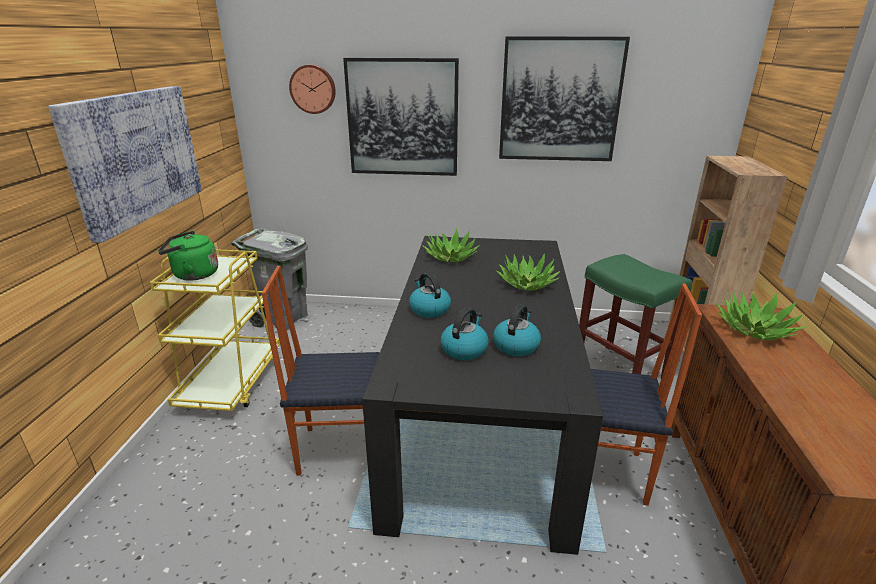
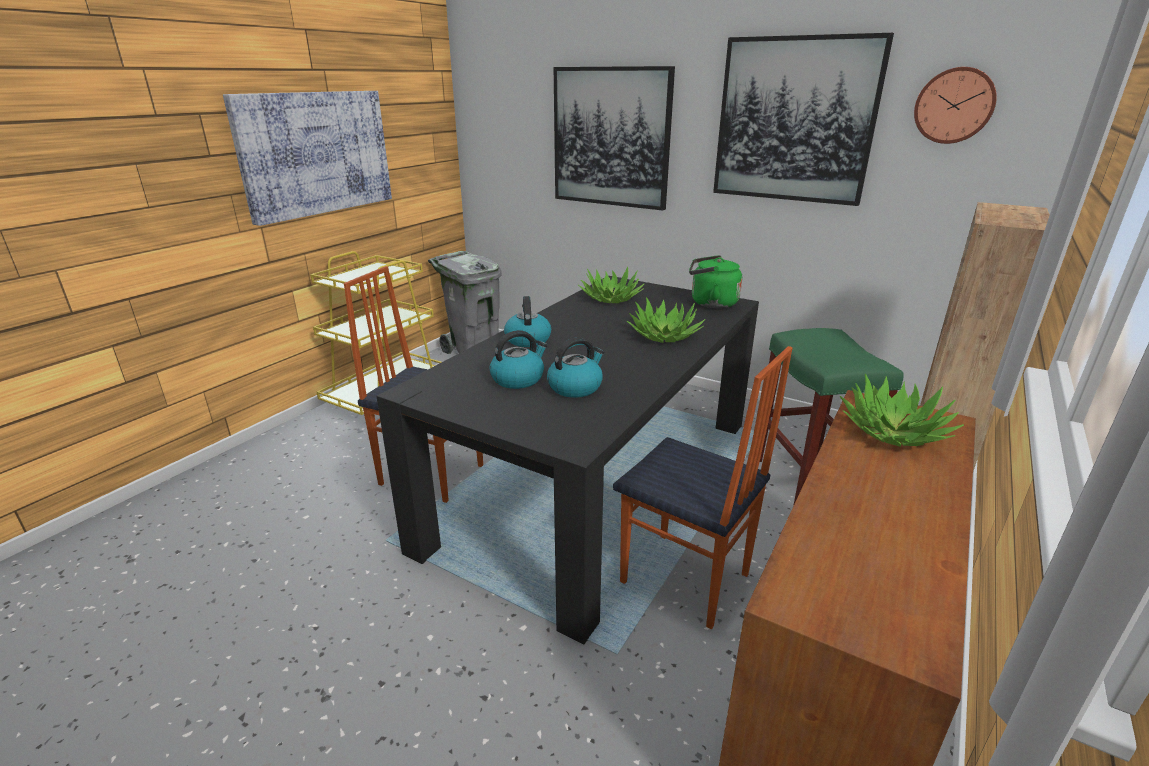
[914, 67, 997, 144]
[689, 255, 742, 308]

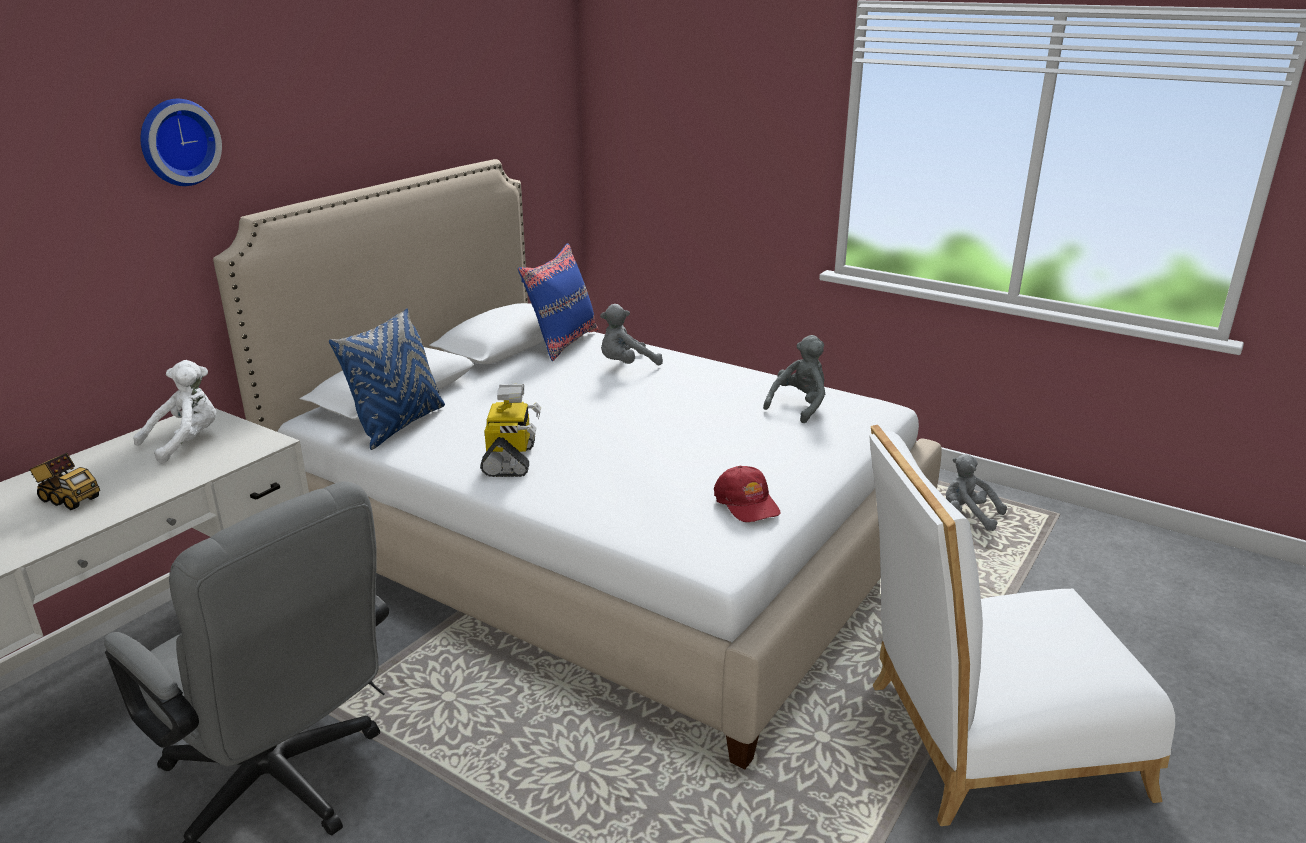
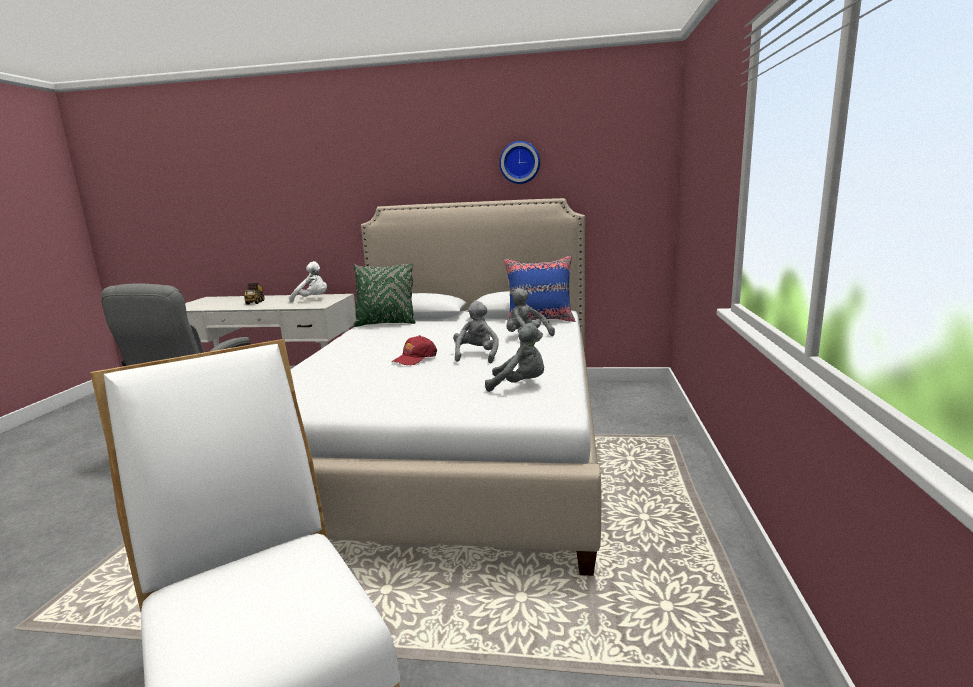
[499, 141, 540, 184]
[353, 263, 416, 327]
[480, 384, 541, 477] (first image)
[453, 301, 499, 363]
[393, 335, 437, 365]

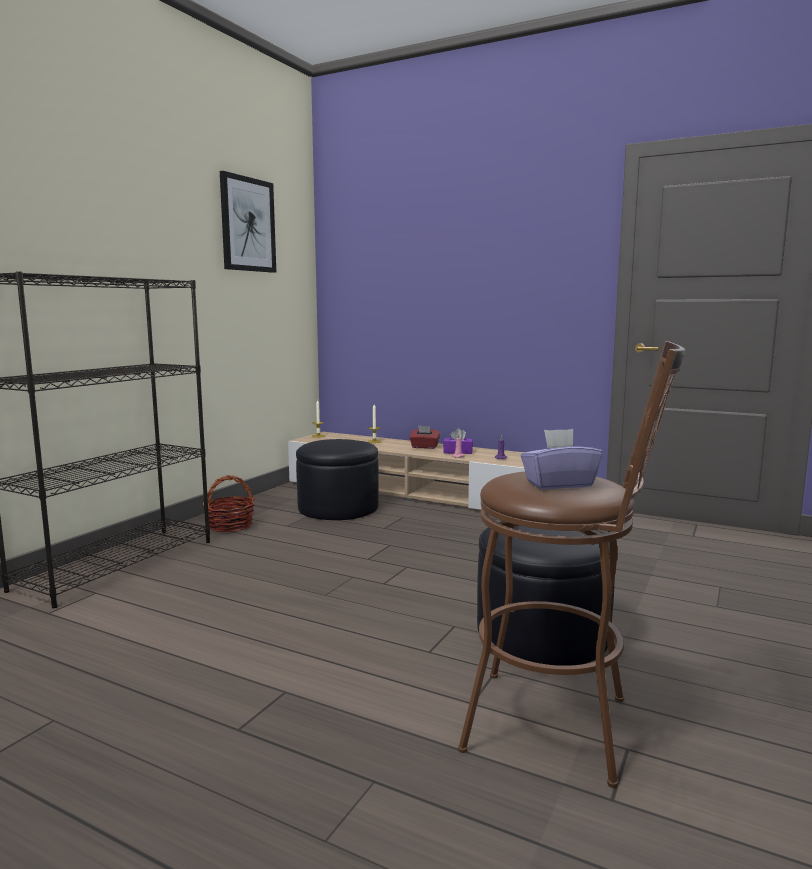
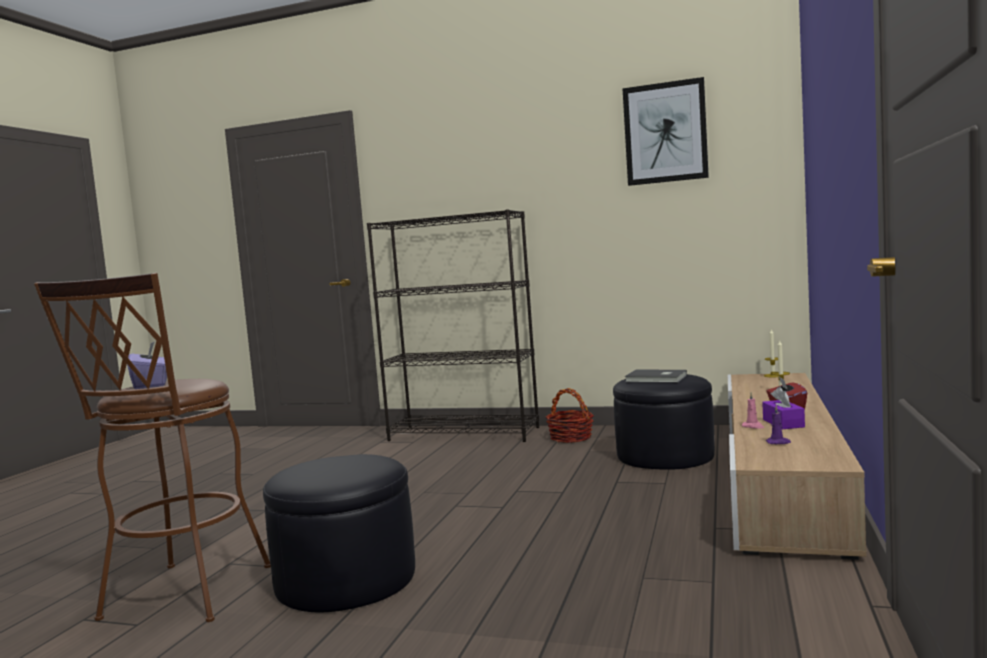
[625, 370, 687, 383]

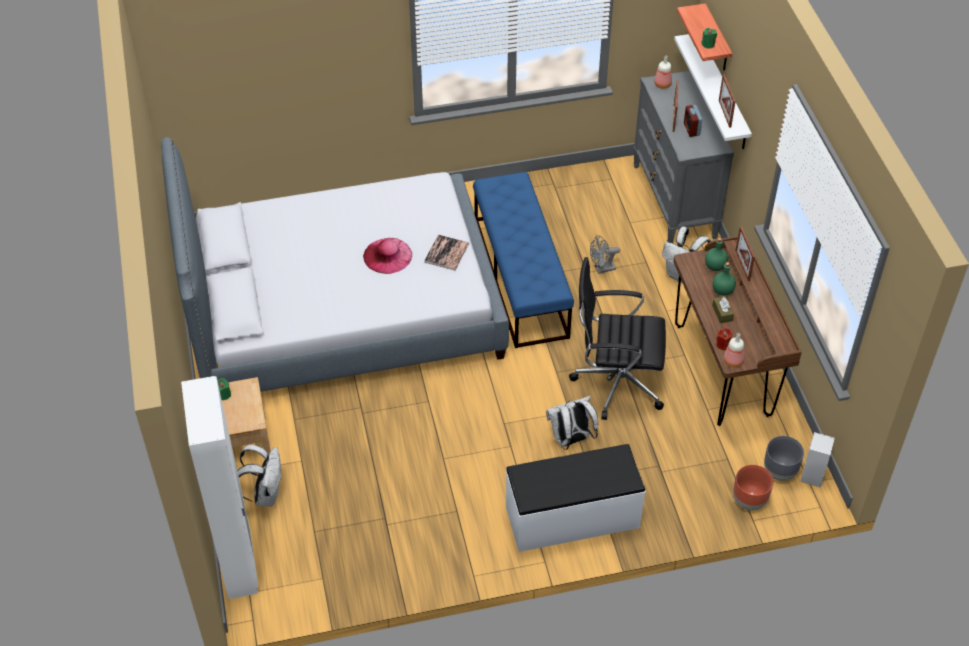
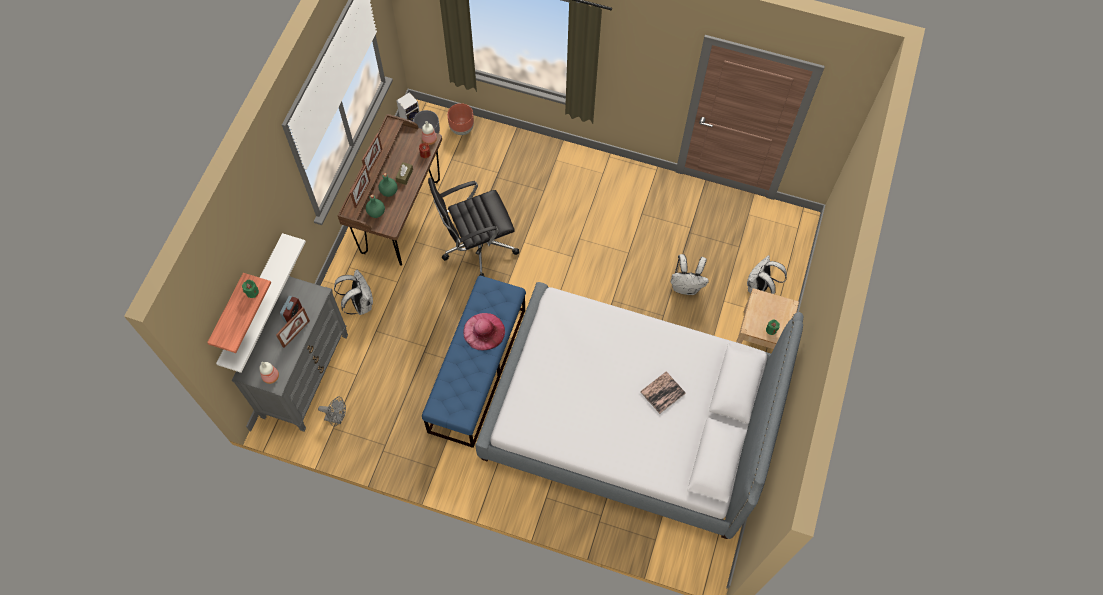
[362, 133, 382, 173]
[640, 372, 686, 414]
[318, 397, 346, 426]
[463, 313, 505, 350]
[428, 177, 519, 277]
[181, 376, 259, 599] (first image)
[670, 254, 709, 295]
[506, 444, 646, 552] (first image)

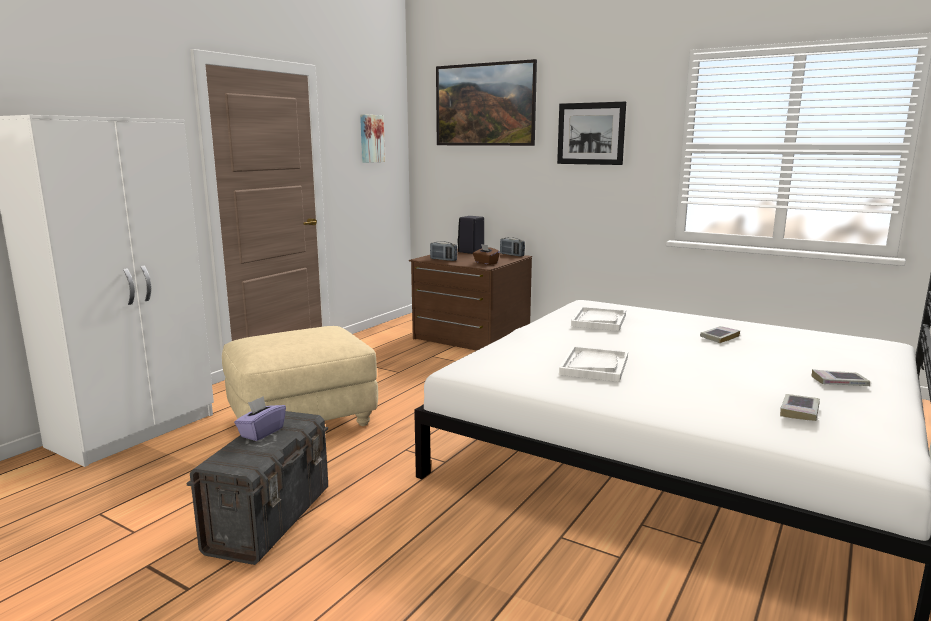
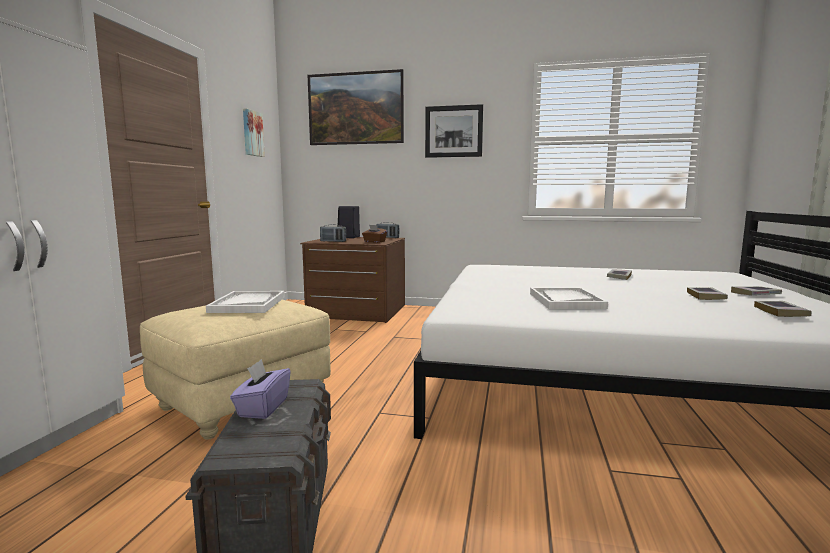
[206, 291, 285, 313]
[687, 287, 728, 300]

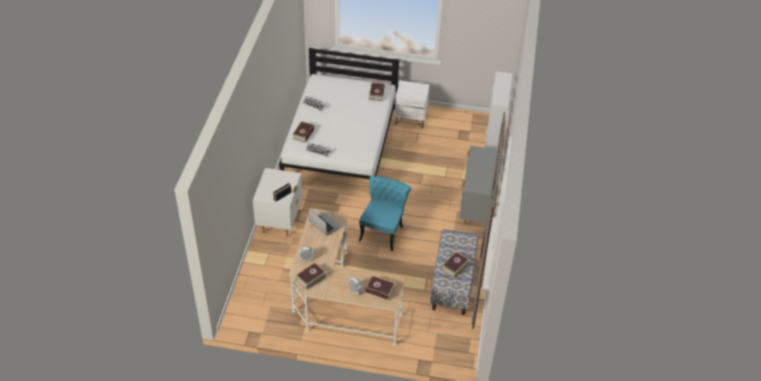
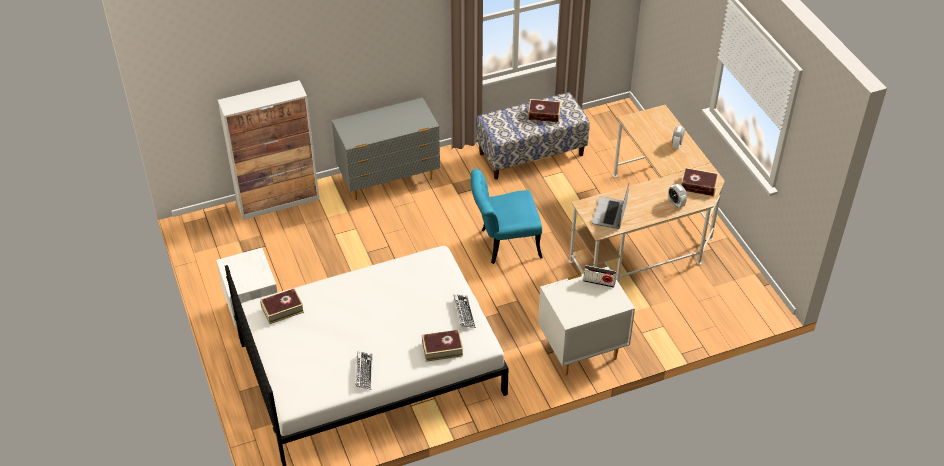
[365, 275, 395, 300] (first image)

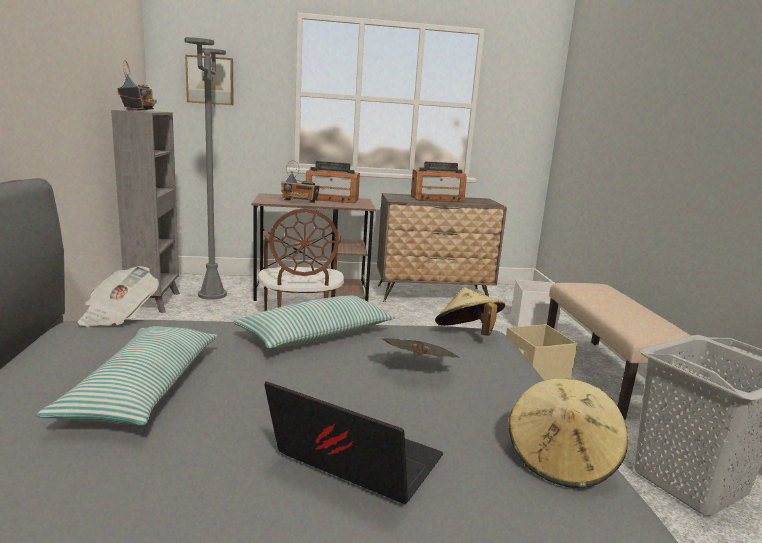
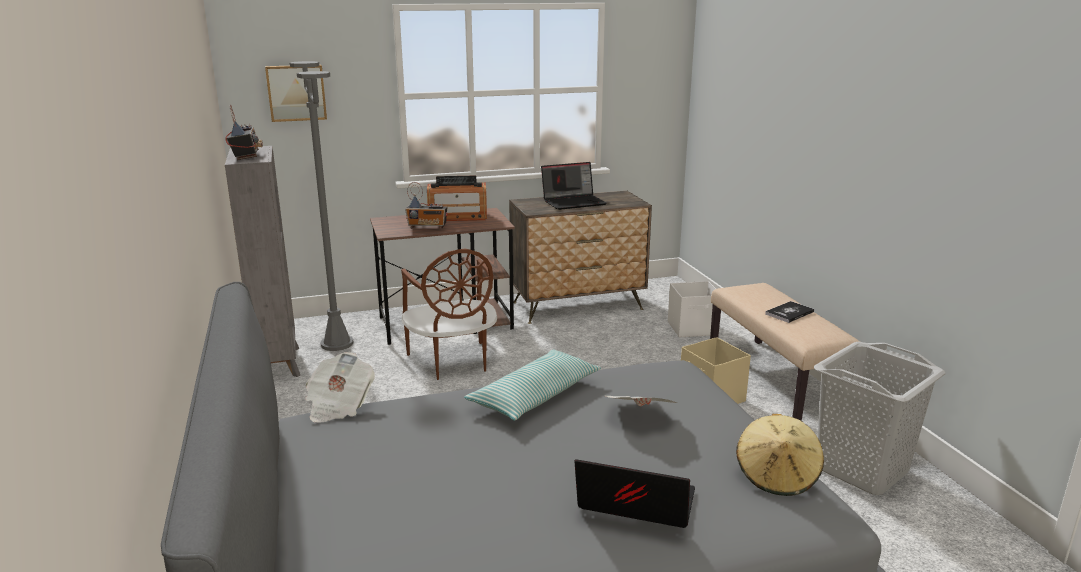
[541, 162, 607, 210]
[435, 287, 505, 336] (first image)
[36, 326, 218, 426] (first image)
[765, 301, 814, 323]

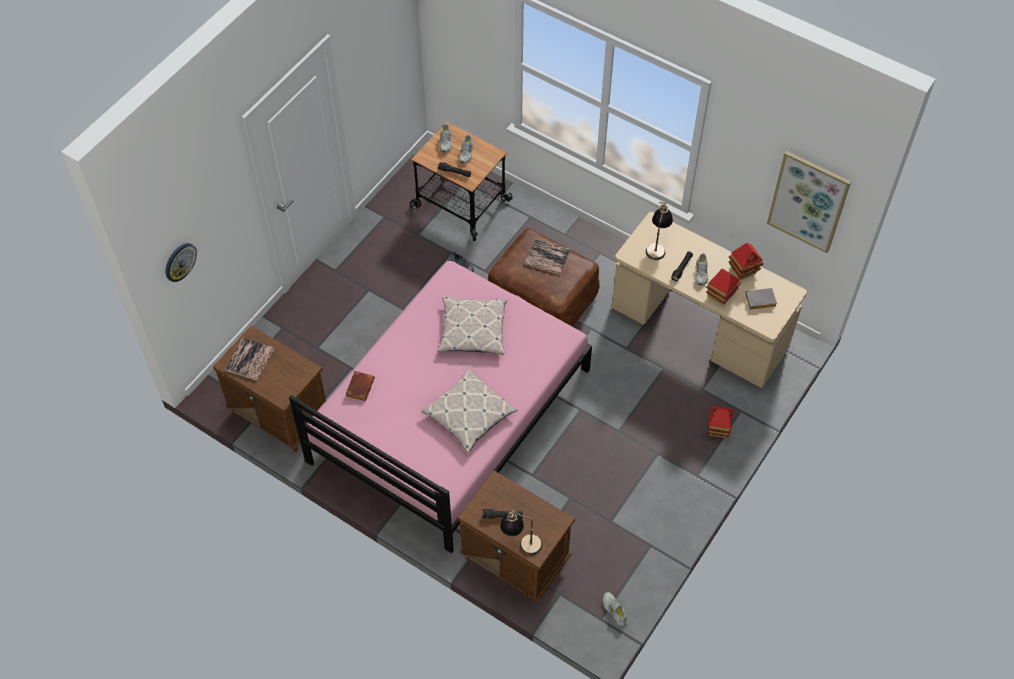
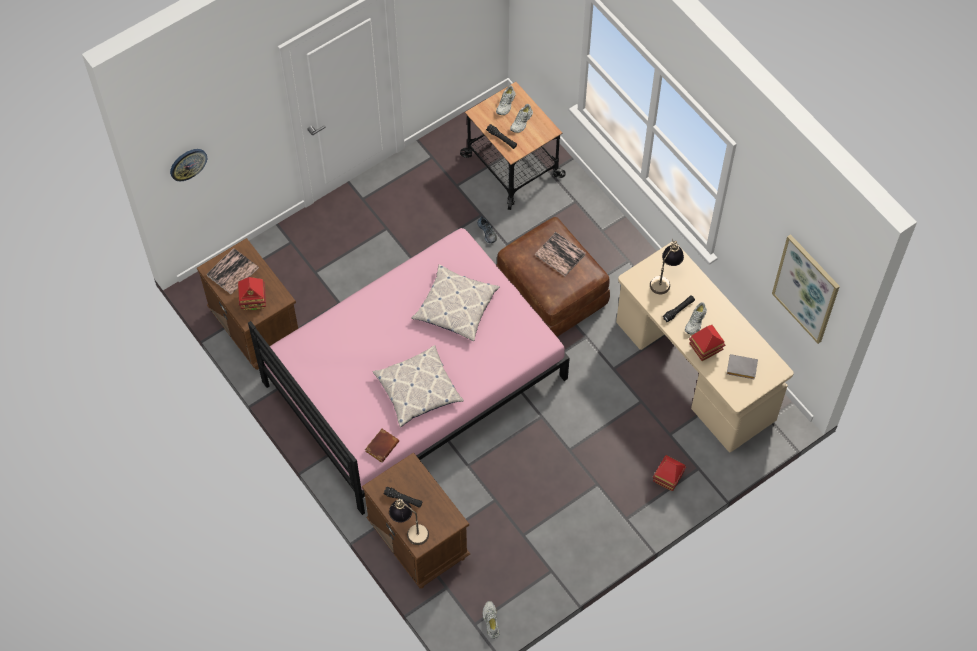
[238, 277, 266, 311]
[365, 429, 399, 463]

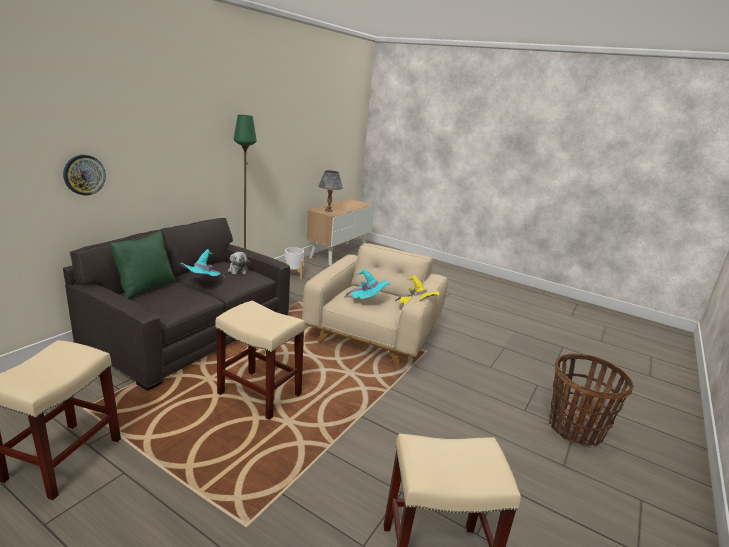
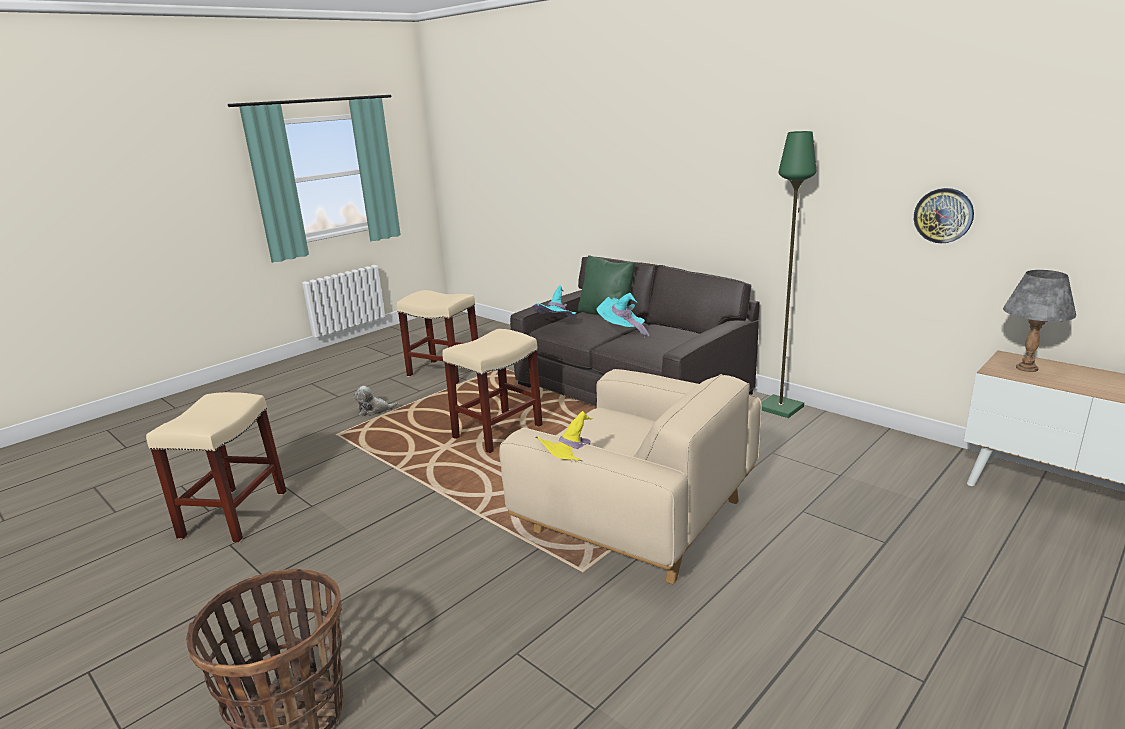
[914, 188, 974, 243]
[284, 247, 305, 280] (first image)
[354, 386, 398, 416]
[532, 285, 576, 318]

